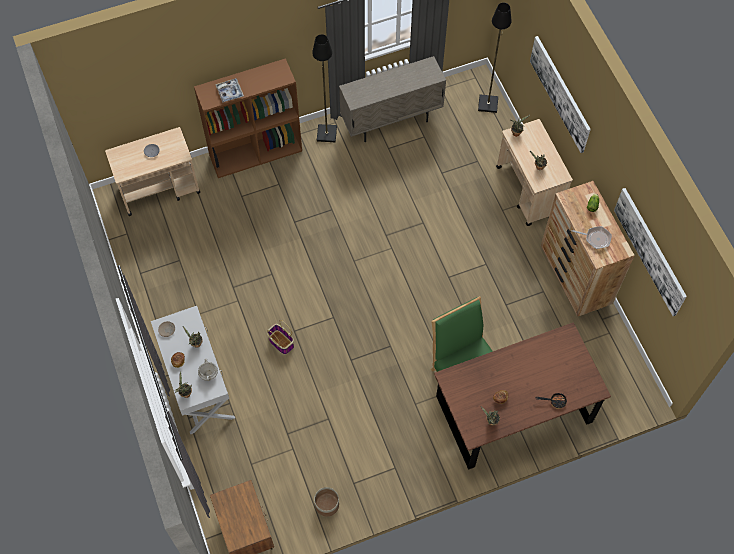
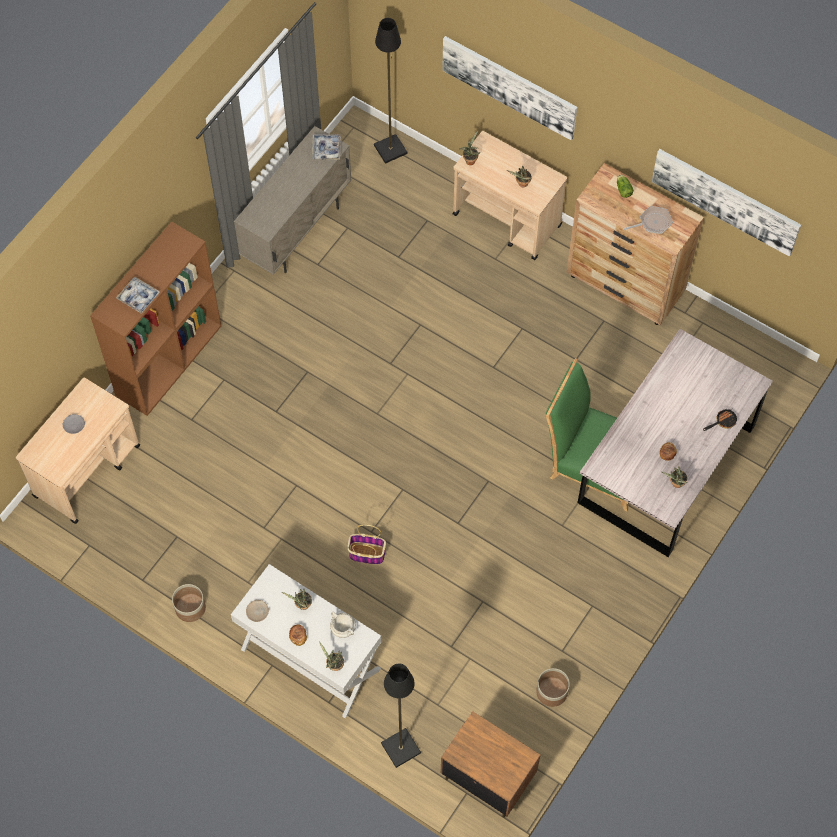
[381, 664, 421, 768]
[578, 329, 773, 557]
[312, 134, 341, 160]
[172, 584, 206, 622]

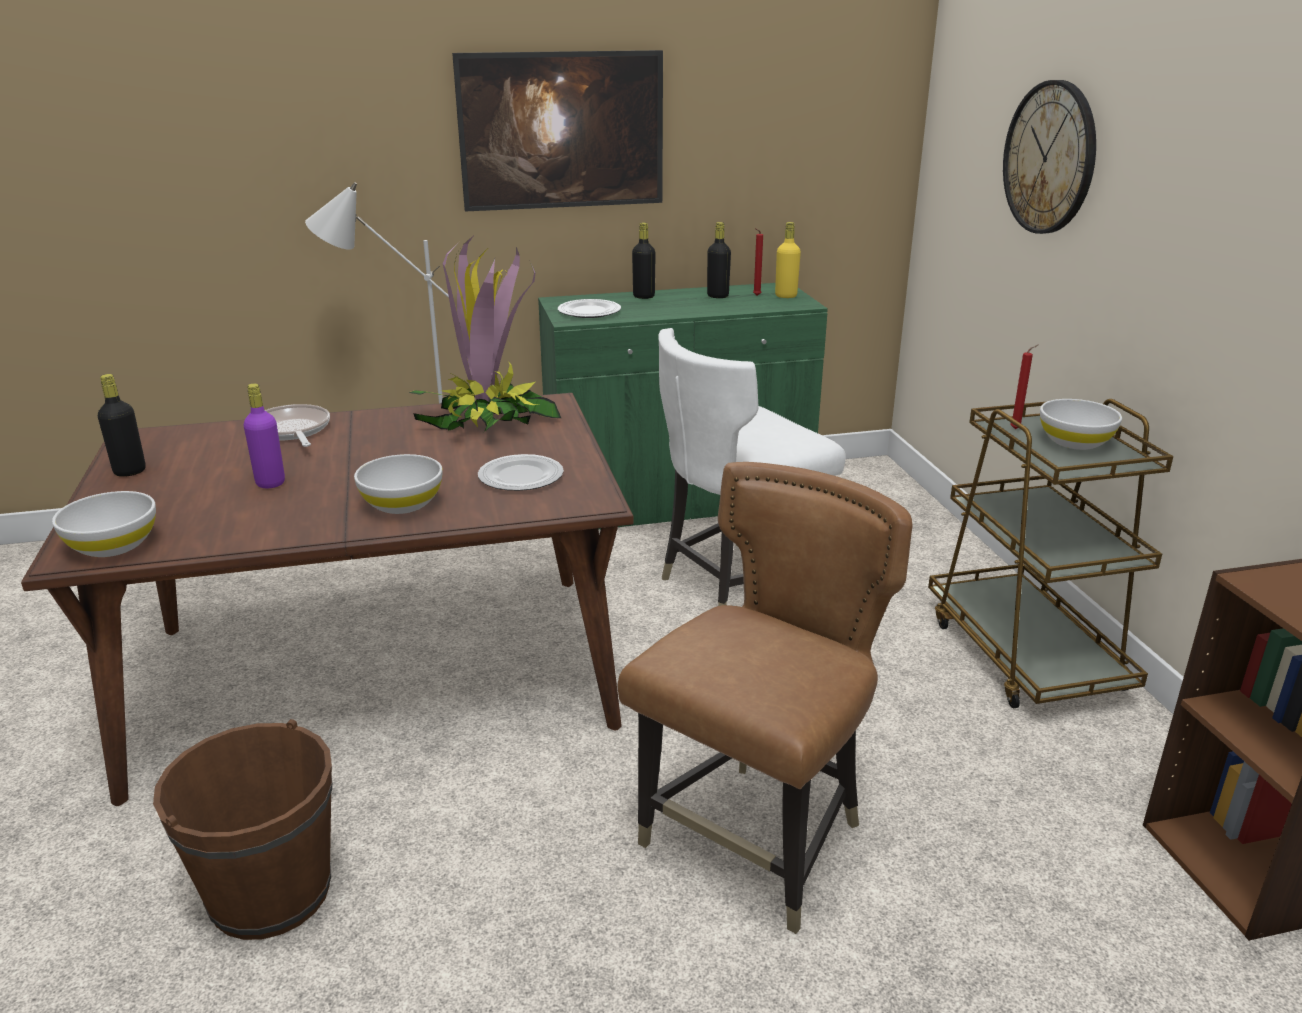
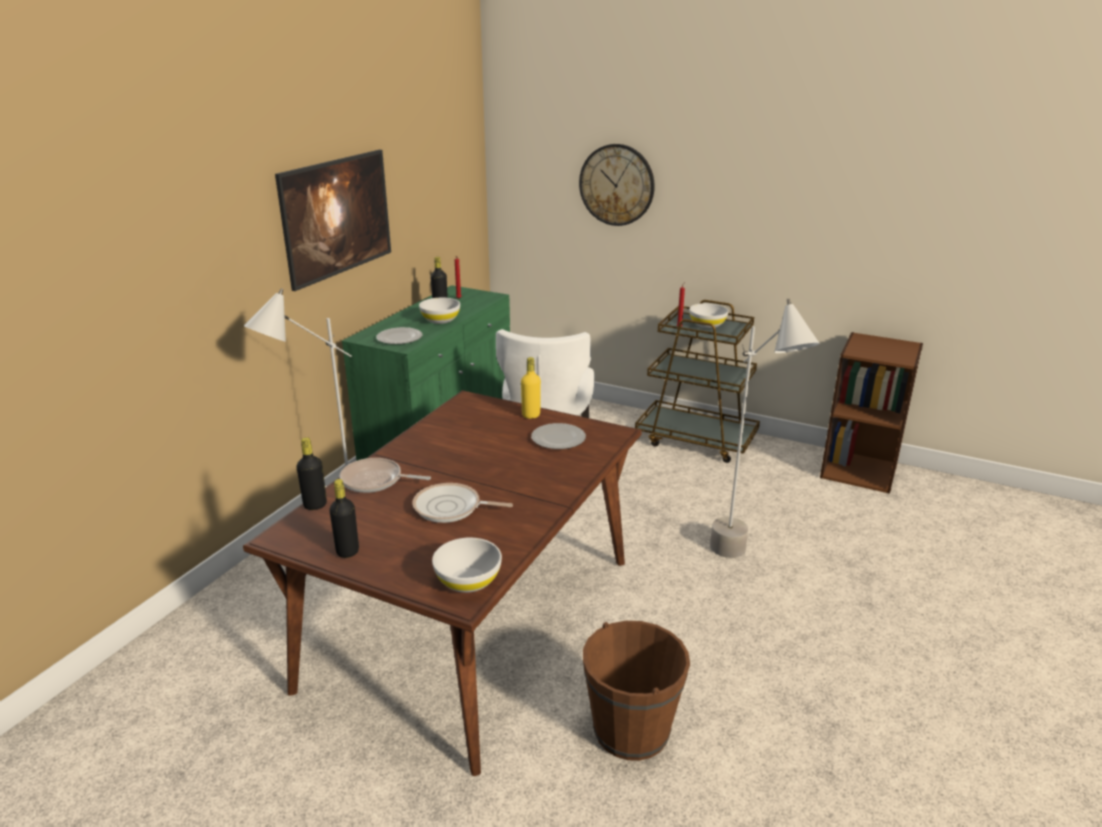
[297, 437, 327, 510]
[521, 357, 541, 419]
[409, 235, 561, 432] (first image)
[412, 483, 513, 523]
[419, 297, 460, 324]
[710, 299, 820, 558]

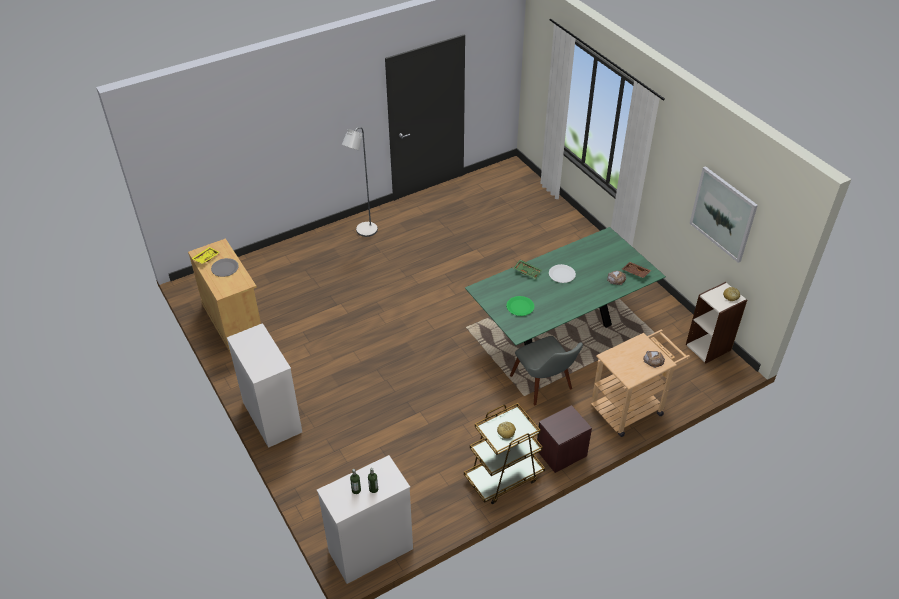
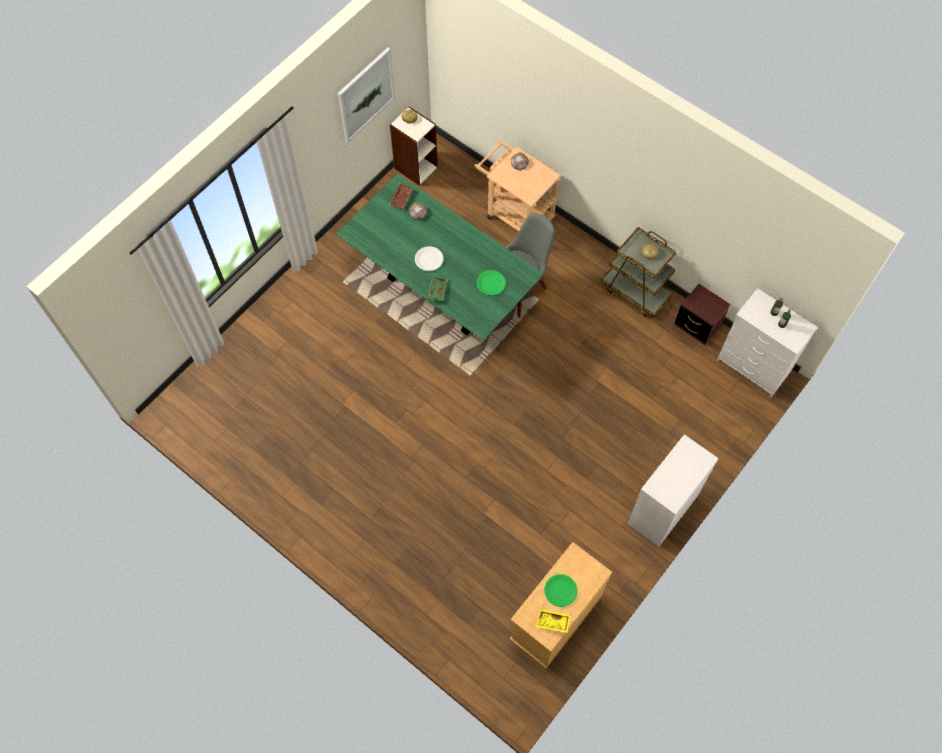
[342, 127, 378, 237] (first image)
[544, 574, 578, 607]
[674, 284, 730, 345]

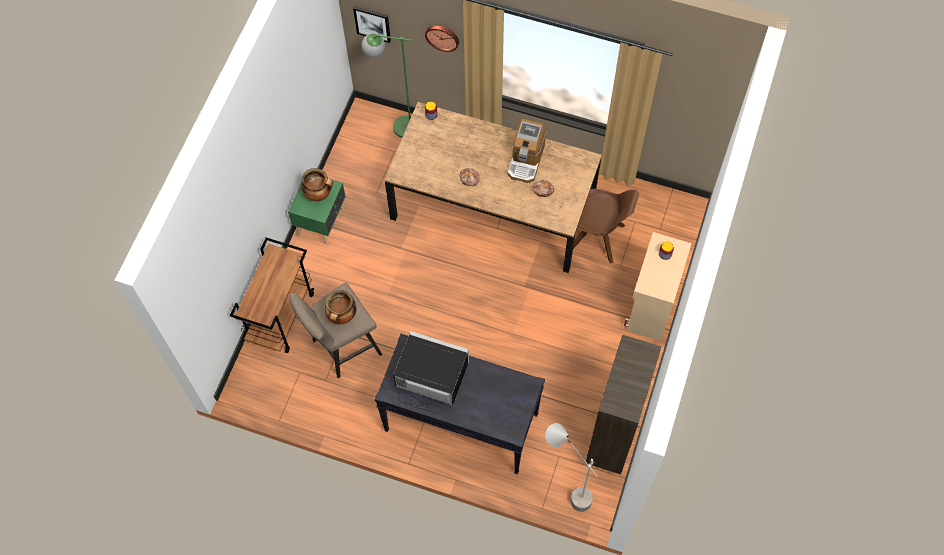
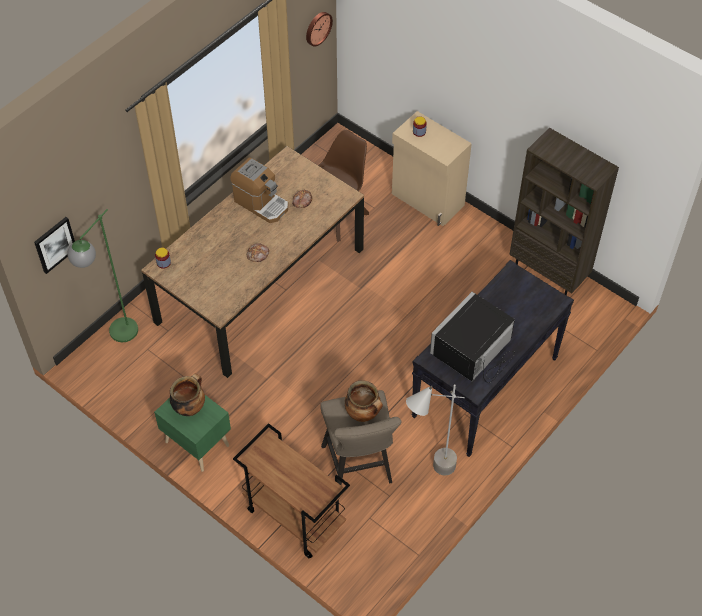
[306, 12, 333, 46]
[406, 384, 465, 476]

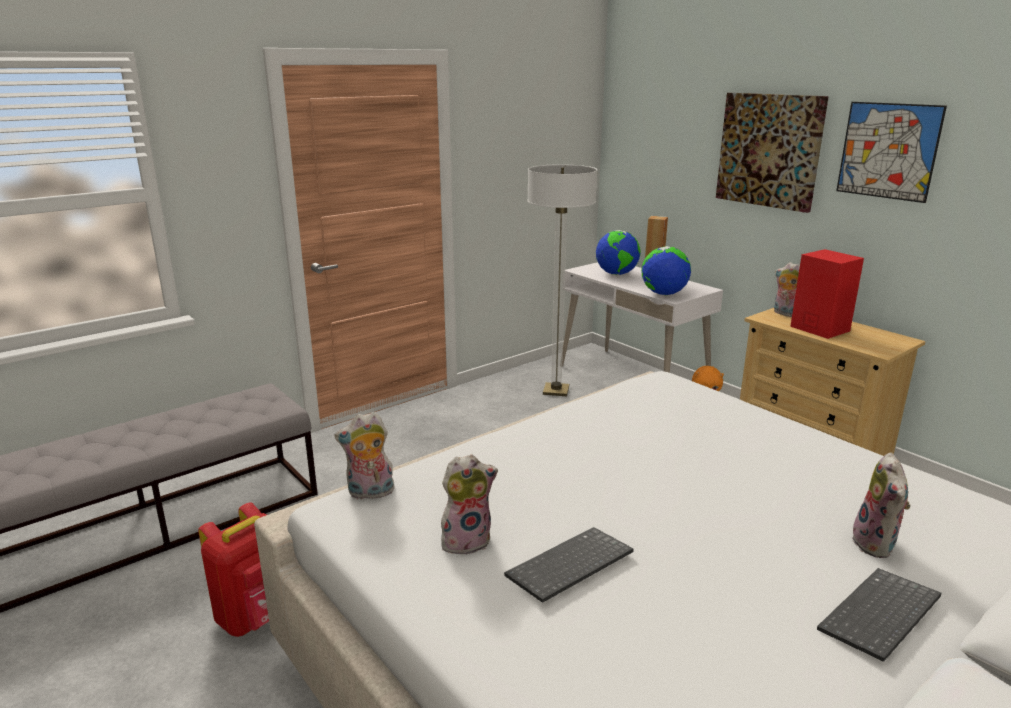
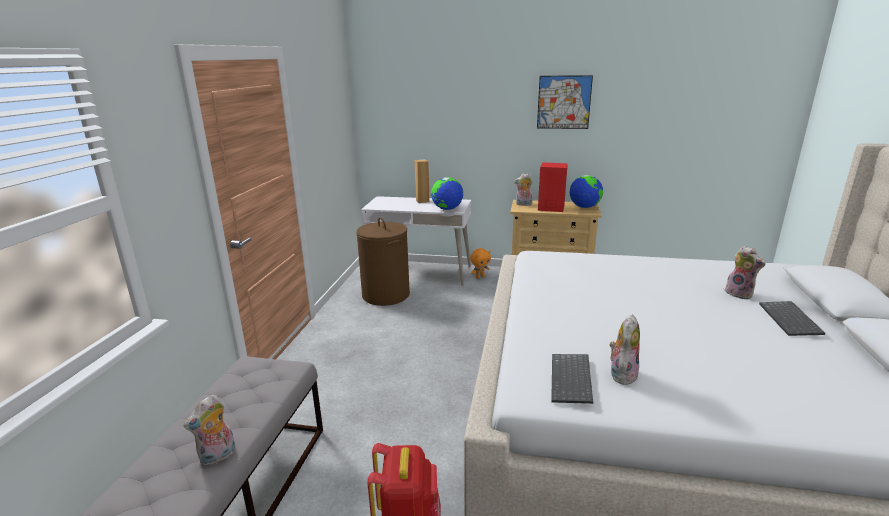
[716, 93, 829, 213] (first image)
[356, 218, 410, 306]
[569, 175, 603, 208]
[183, 395, 236, 467]
[551, 354, 593, 404]

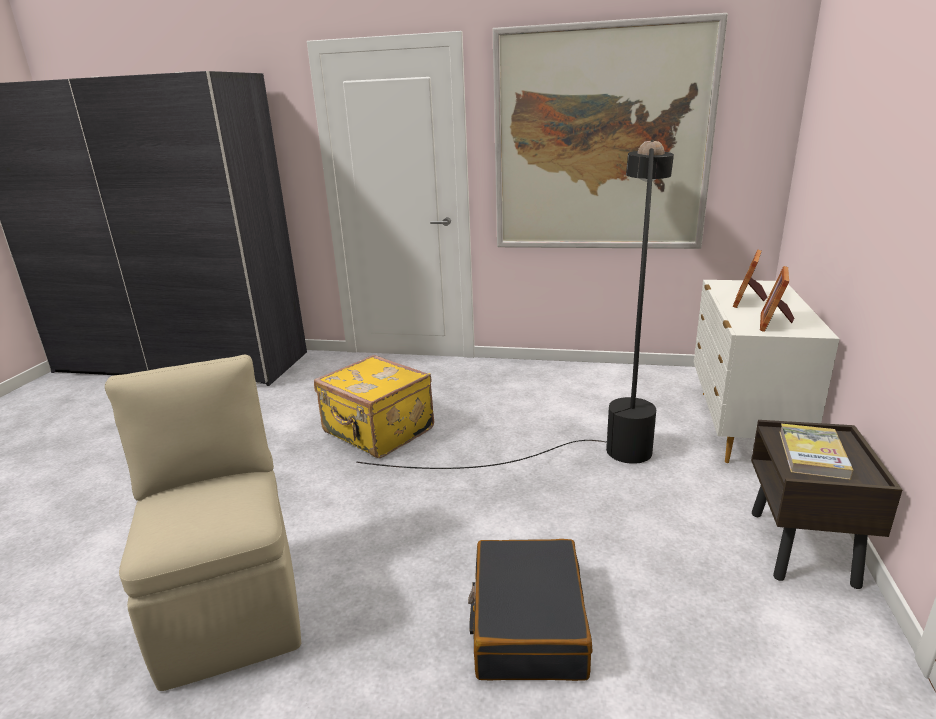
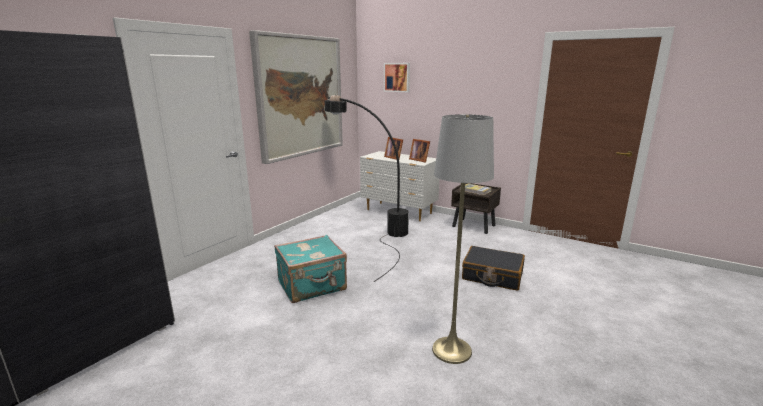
[432, 114, 494, 364]
[274, 235, 347, 303]
[384, 63, 410, 92]

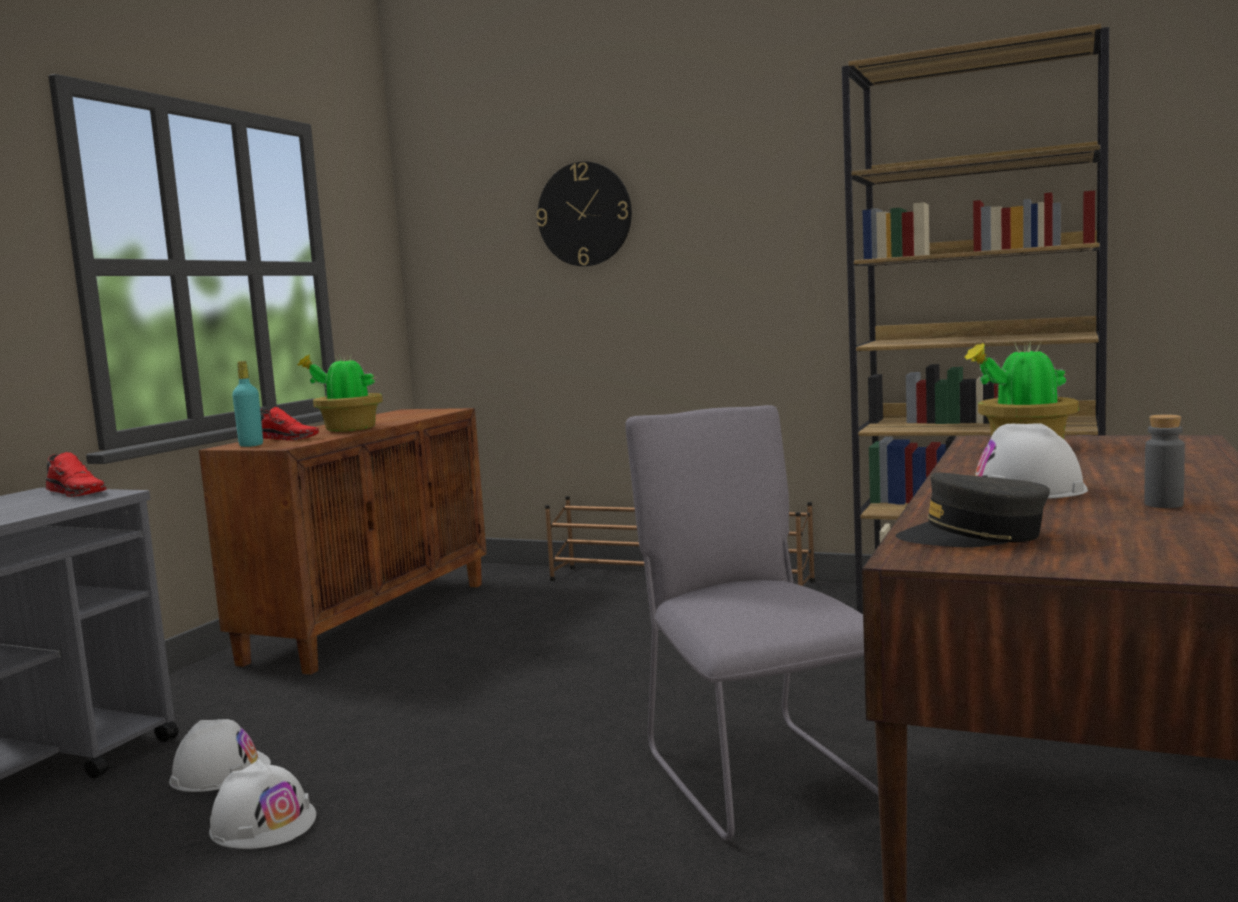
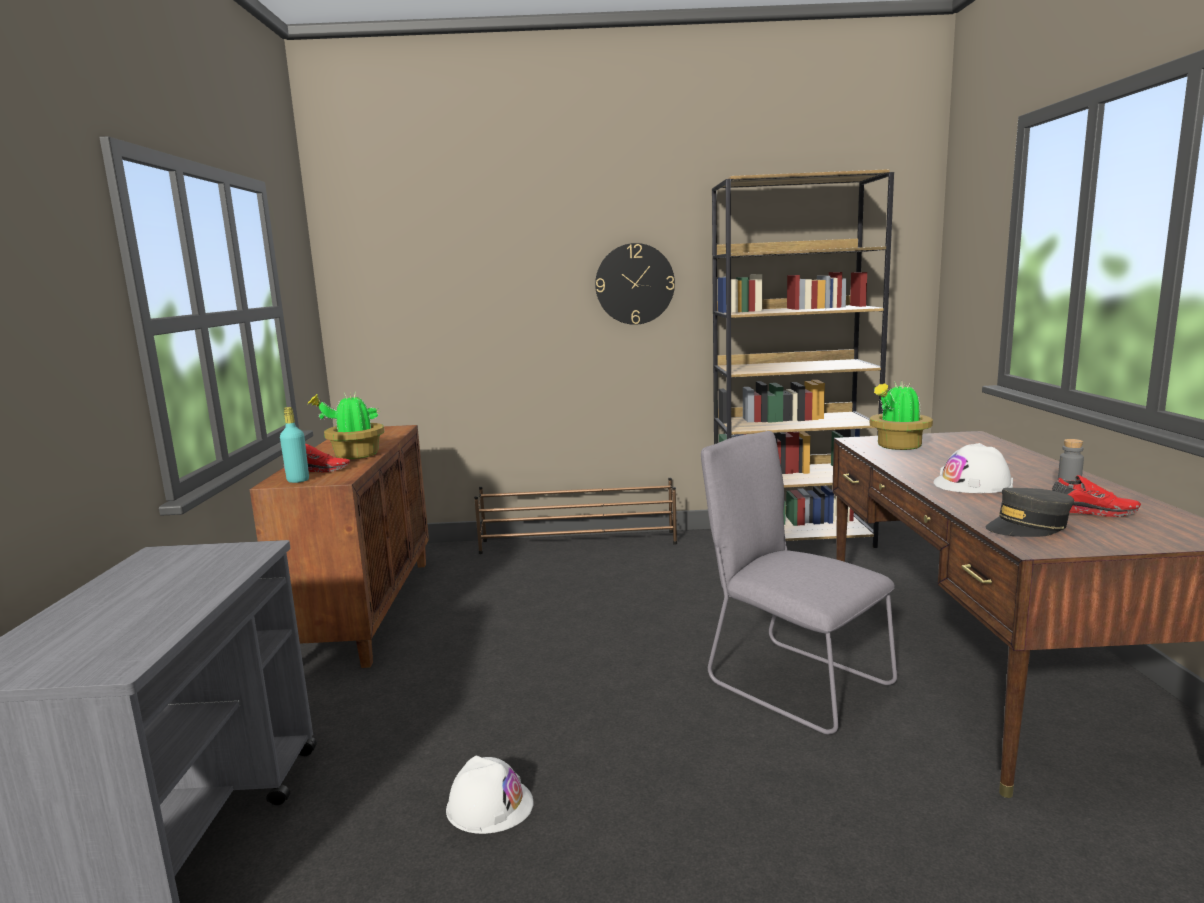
[595, 243, 675, 325]
[1052, 475, 1141, 517]
[169, 719, 271, 792] (first image)

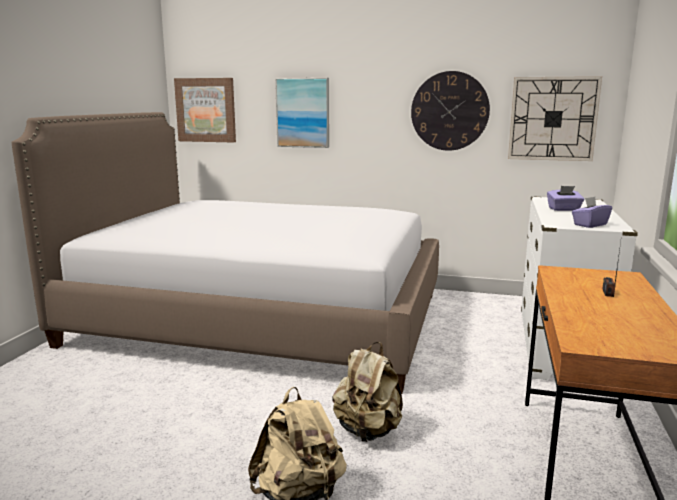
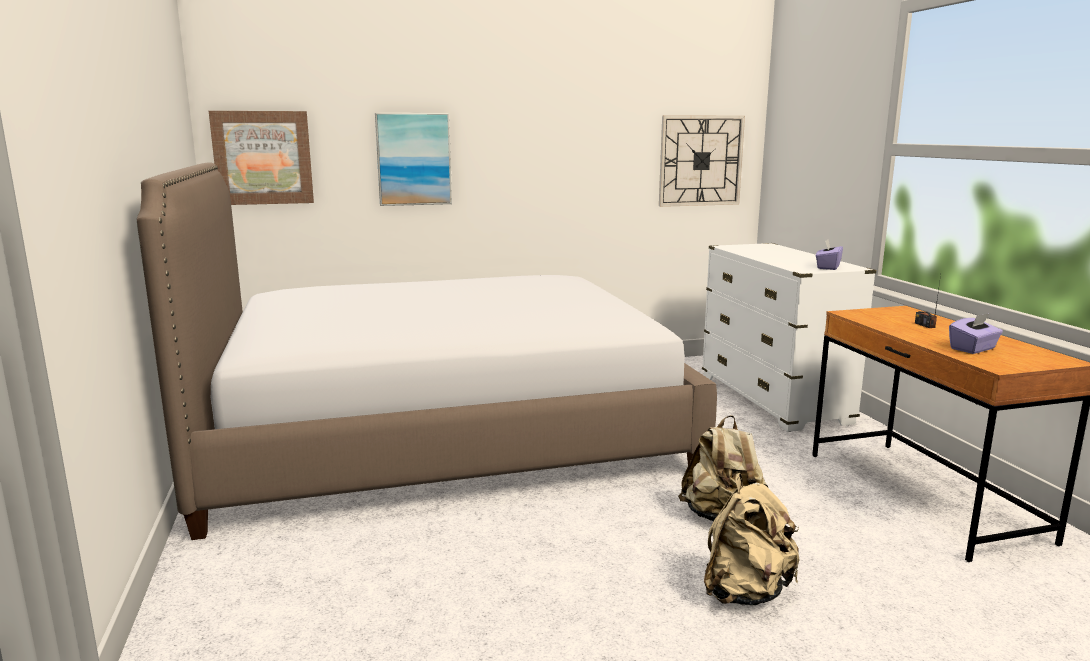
[411, 71, 490, 151] (first image)
[949, 313, 1003, 354]

